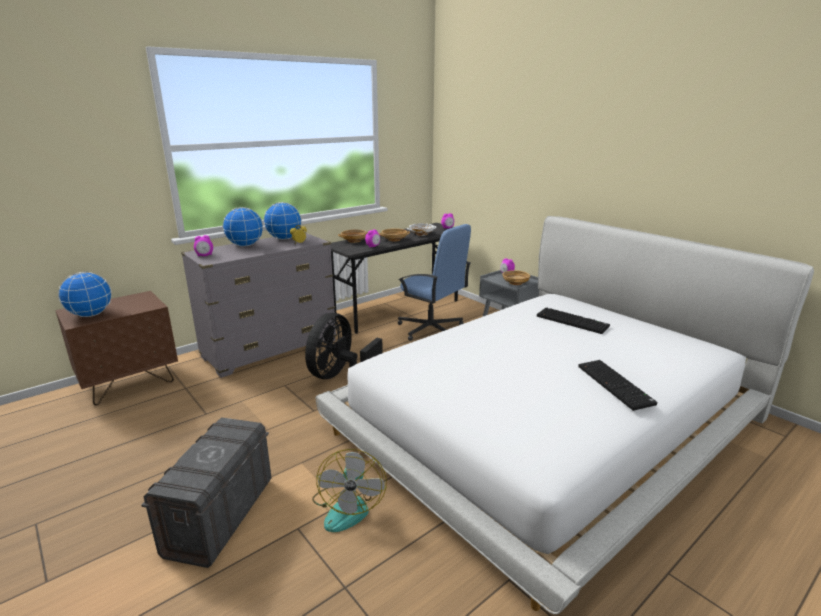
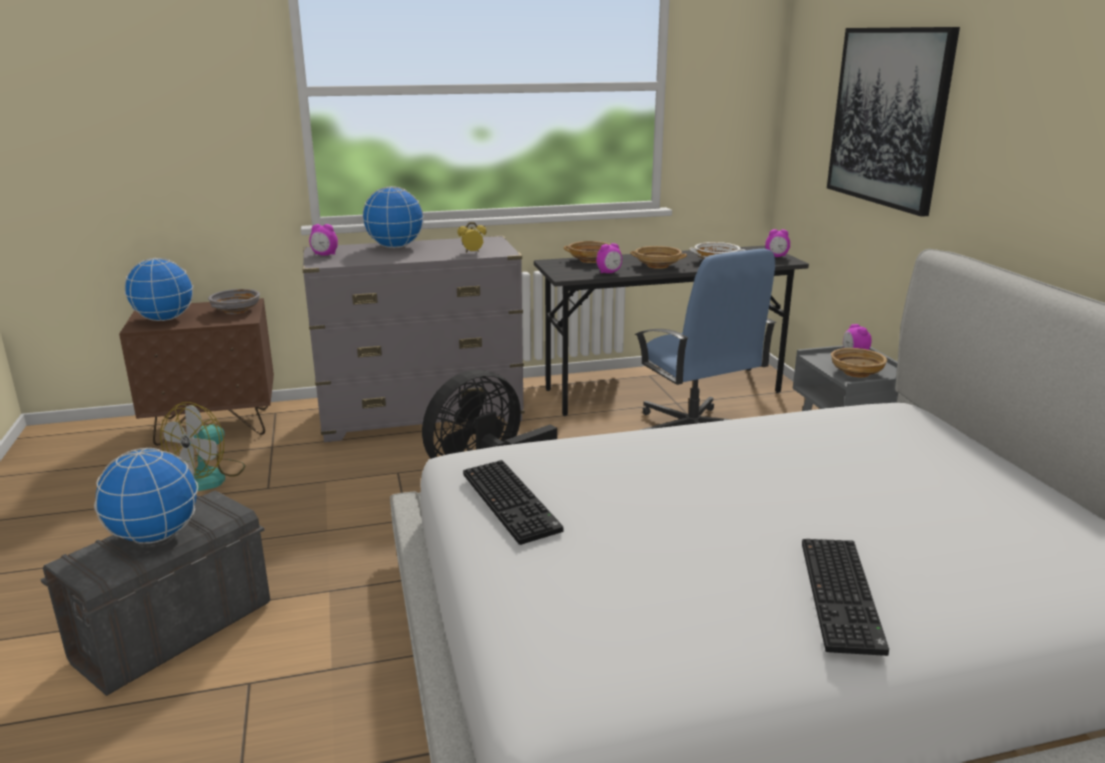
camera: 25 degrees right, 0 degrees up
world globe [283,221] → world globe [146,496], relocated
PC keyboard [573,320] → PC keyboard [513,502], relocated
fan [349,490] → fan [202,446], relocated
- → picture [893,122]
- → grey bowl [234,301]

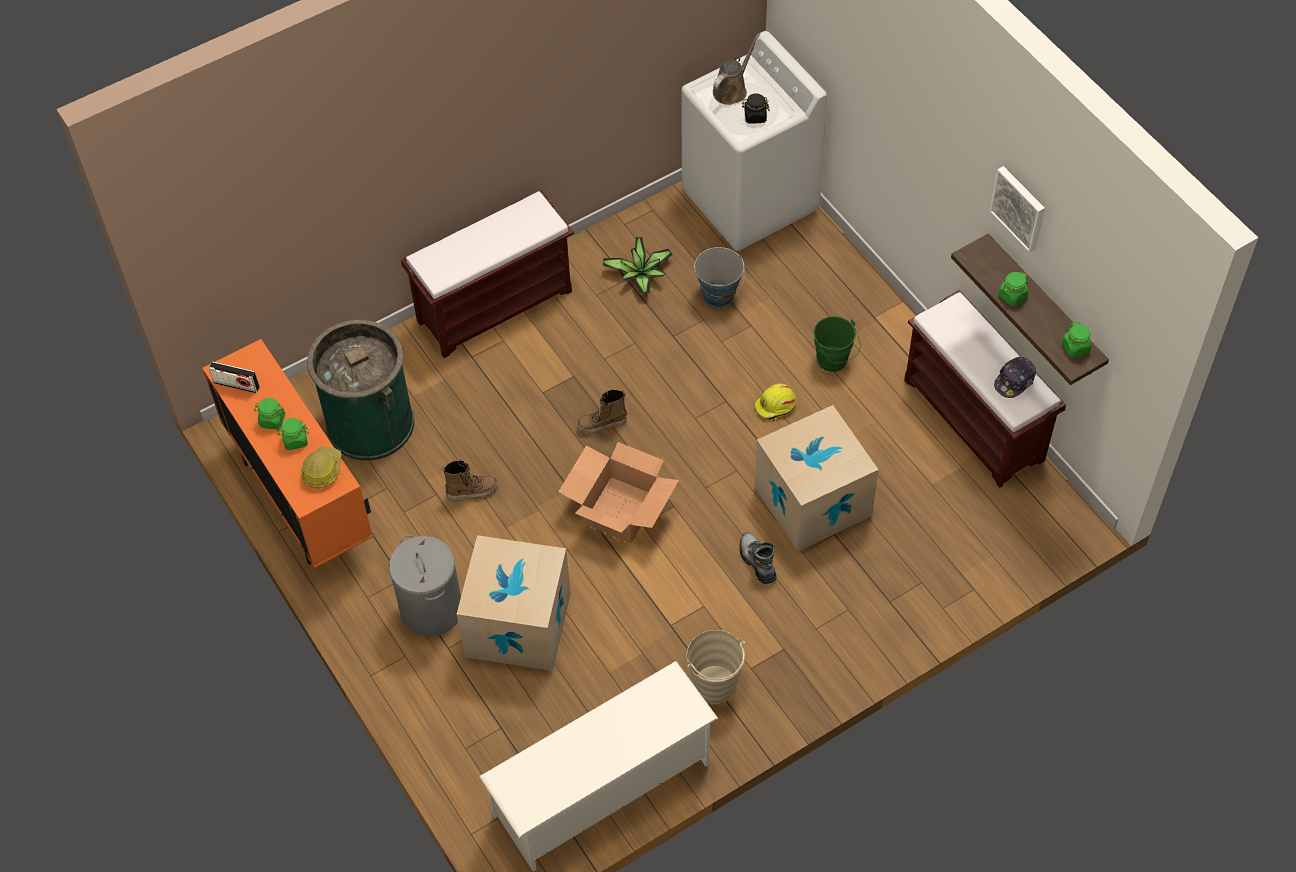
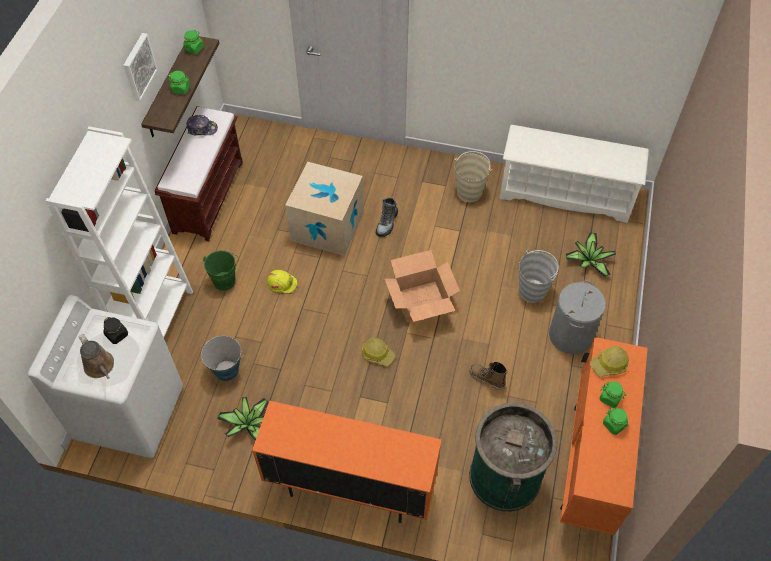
camera: 135 degrees left, 0 degrees up
brown watering pot [736,69] → brown watering pot [96,356], 120 degrees counterclockwise
brown indoor bench [487,274] → orange-coloured cupboard [347,462]
radio set [234,377] → -
tall boot [602,412] → work helmet [378,352]
cardboard box [514,603] → grey pail [539,276]
- → white-coloured bookshelf [119,231]
- → potted plant [591,255]

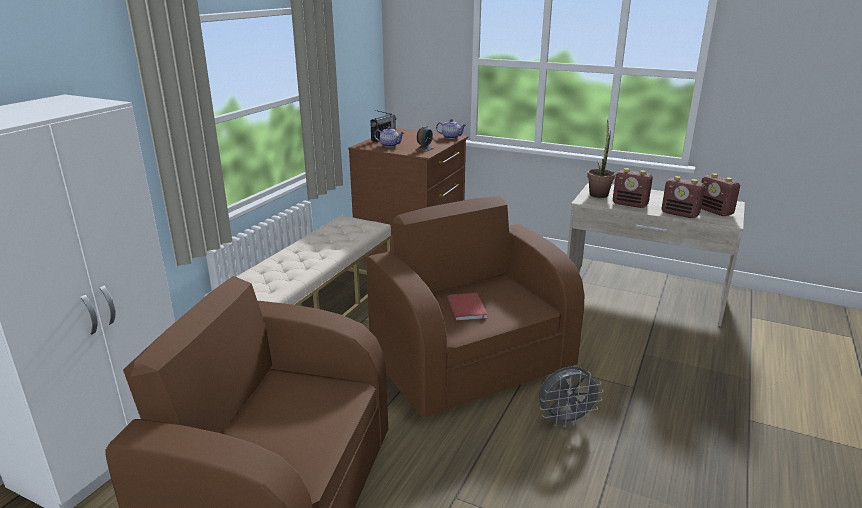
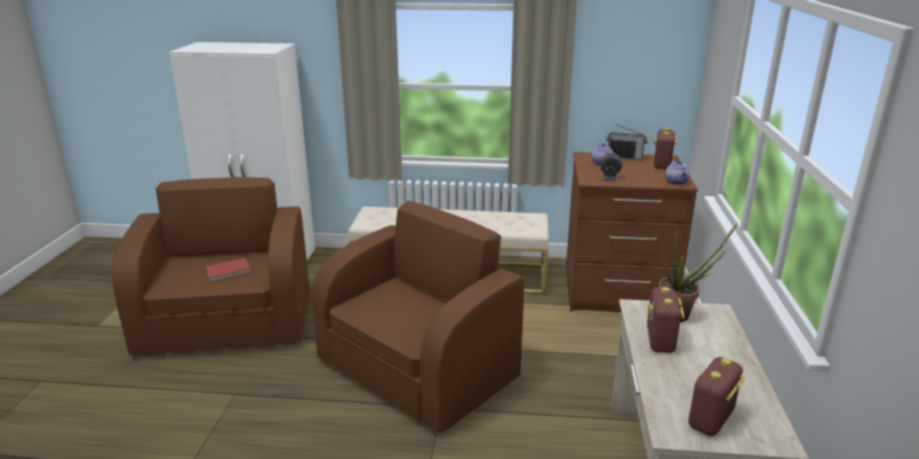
camera: 70 degrees right, 0 degrees up
radio set [683,197] → radio set [665,148], relocated
red-coloured bound book [467,307] → red-coloured bound book [228,270], relocated
grey fan [571,396] → -

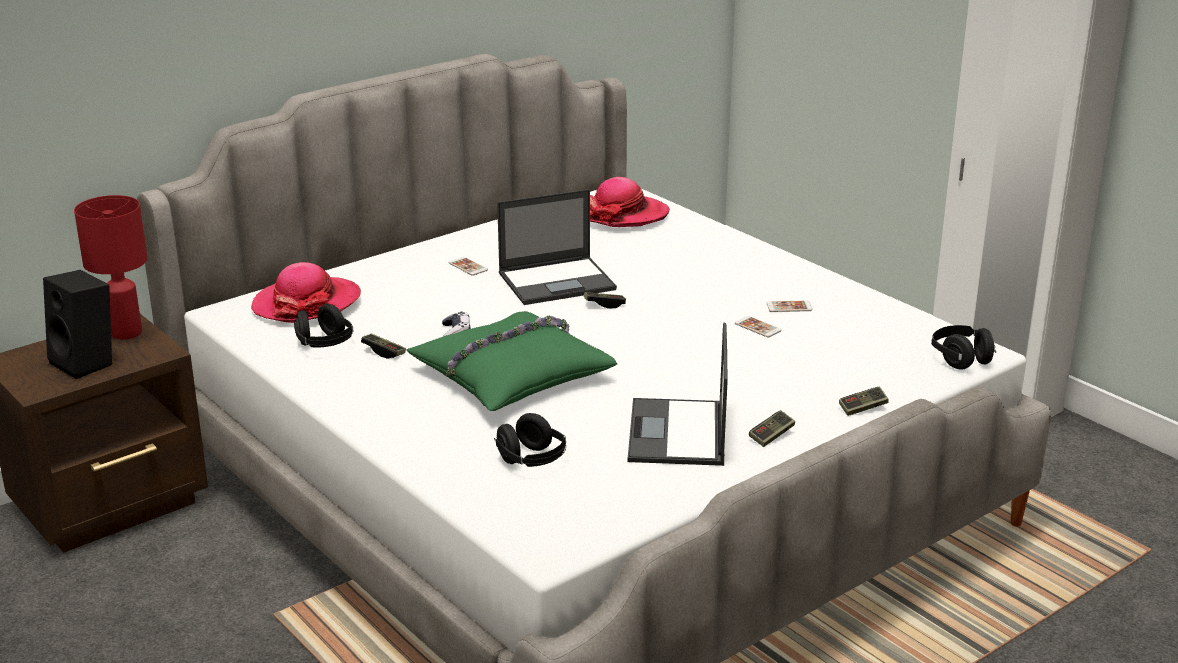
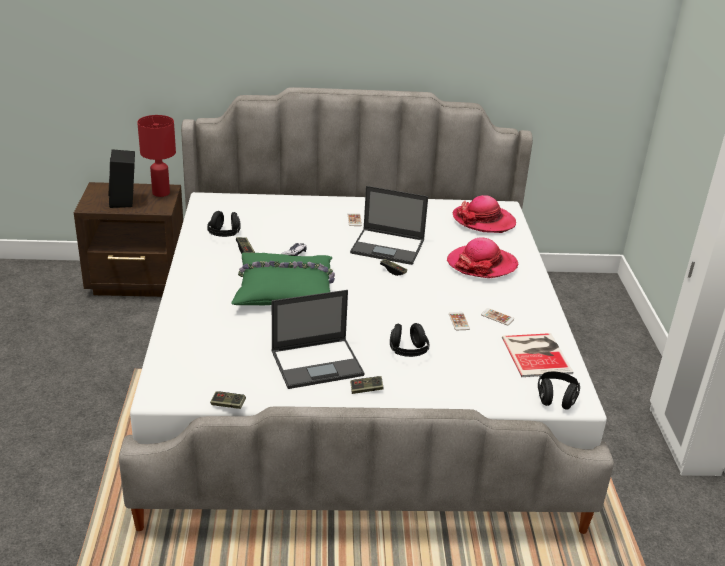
camera: 35 degrees right, 5 degrees up
hat [306,292] → hat [482,257], relocated
laptop [678,394] → laptop [318,339], 150 degrees counterclockwise
joypad [864,401] → joypad [228,400], relocated
black-coloured headset [530,440] → black-coloured headset [409,340], relocated
- → bound book [537,355]

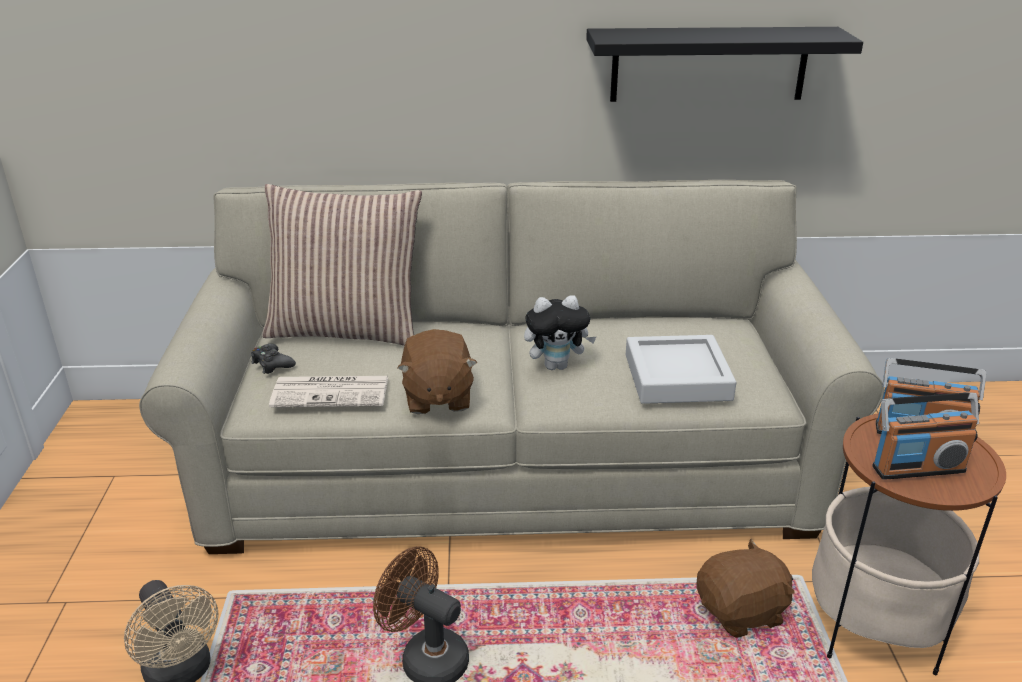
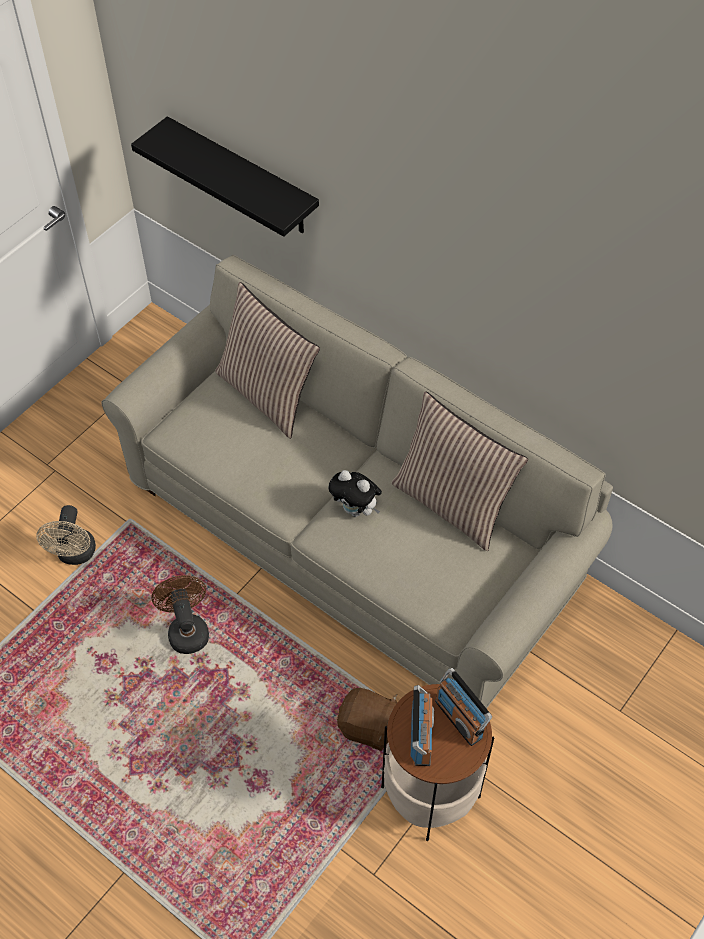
camera: 40 degrees right, 25 degrees up
black-coloured bracket shelf [724,64] → black-coloured bracket shelf [225,176], relocated
brown plush toy [437,371] → -
grey carrying tray [681,369] → -
black-coloured joypad [273,359] → -
daily paper [328,391] → -
radio set [925,436] → radio set [422,725], 120 degrees counterclockwise
- → cushion [460,471]

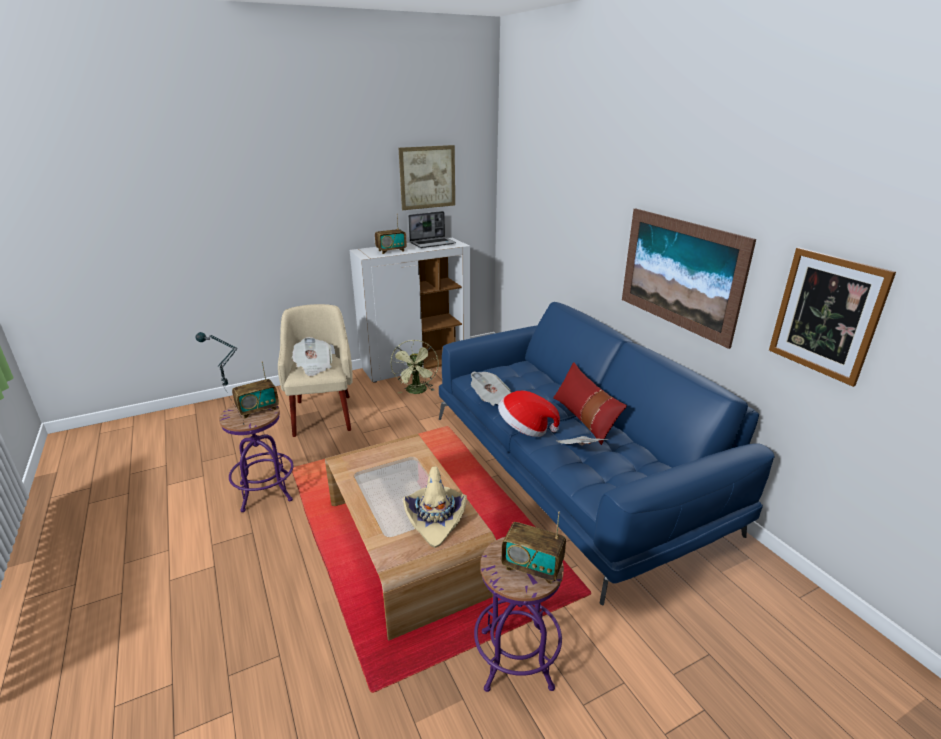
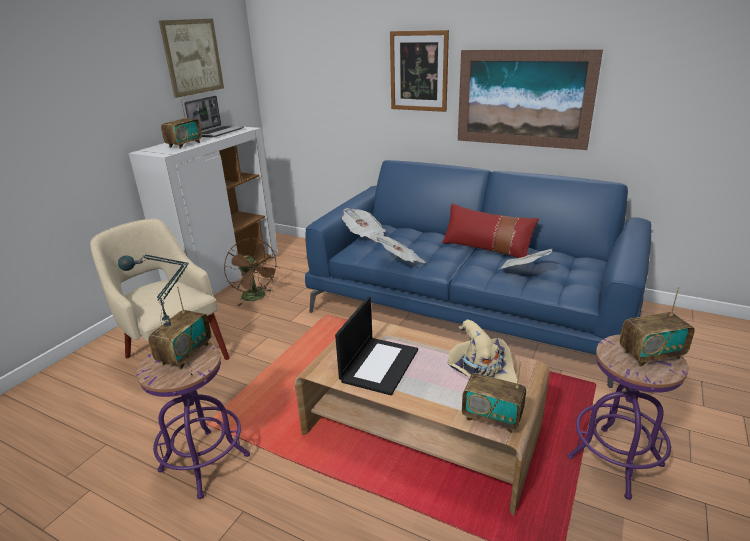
camera: 35 degrees left, 0 degrees up
picture [832,317] → picture [419,71], relocated
daily paper [312,356] → daily paper [364,225], relocated
green-coloured fan [415,367] → brown fan [252,272]
hat [529,414] → -
- → laptop [376,346]
- → radio set [494,396]

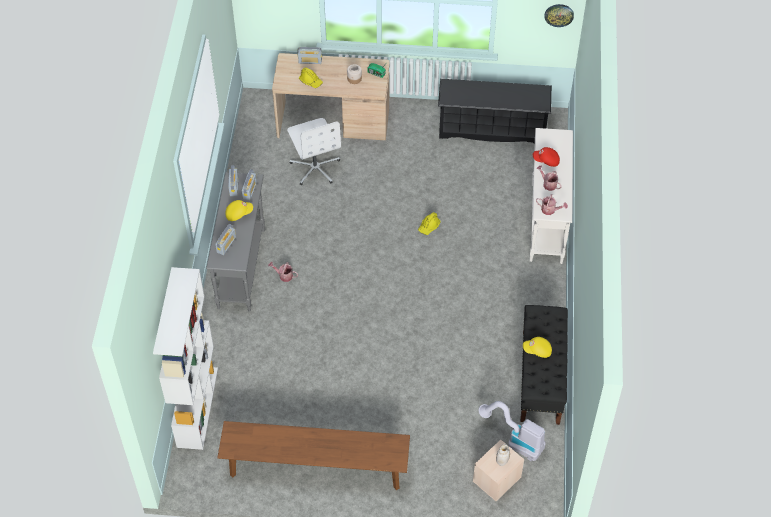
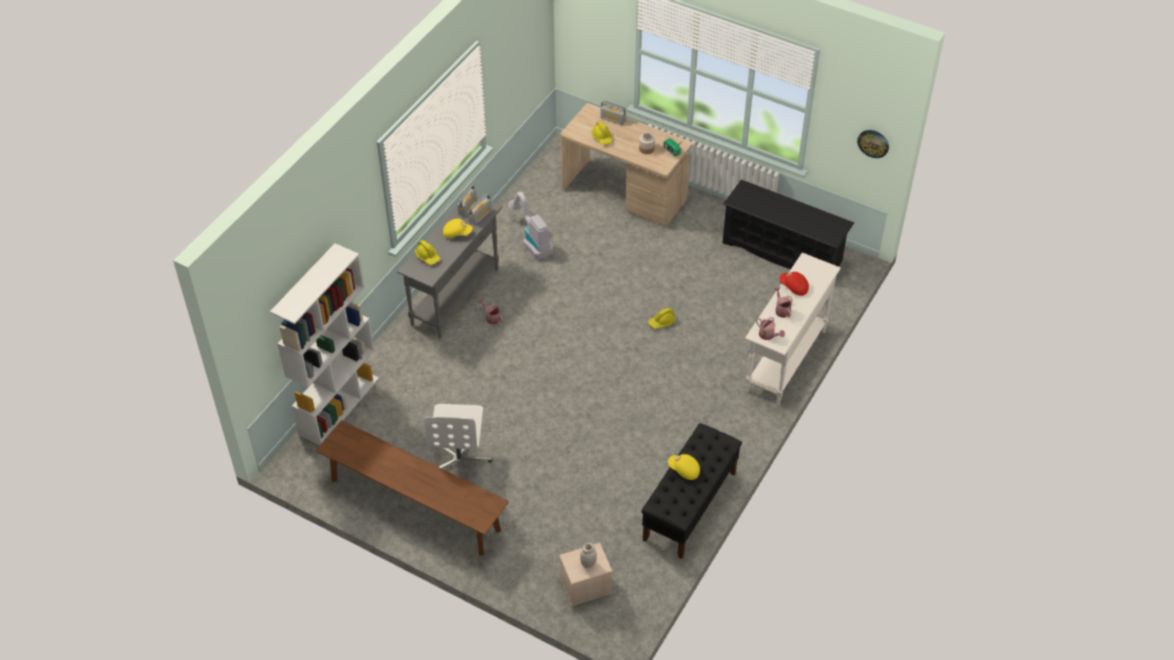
camera: 25 degrees right, 5 degrees down
white-coloured desk chair [314,151] → white-coloured desk chair [458,442], relocated
radio set [225,239] → yellowish work helmet [428,252]
vacuum cleaner [512,431] → vacuum cleaner [530,226], relocated

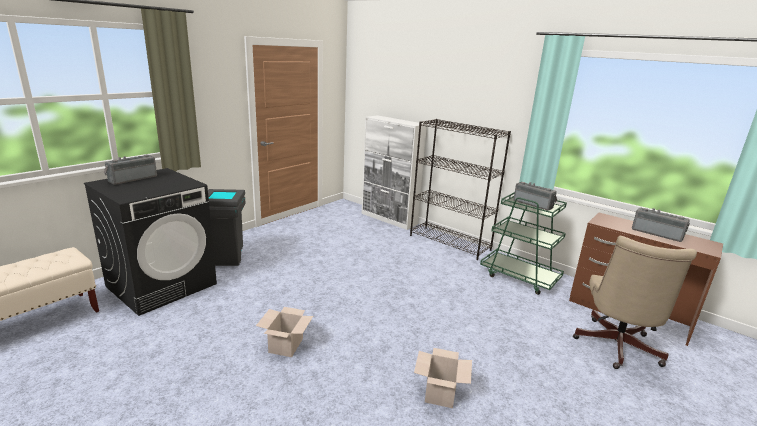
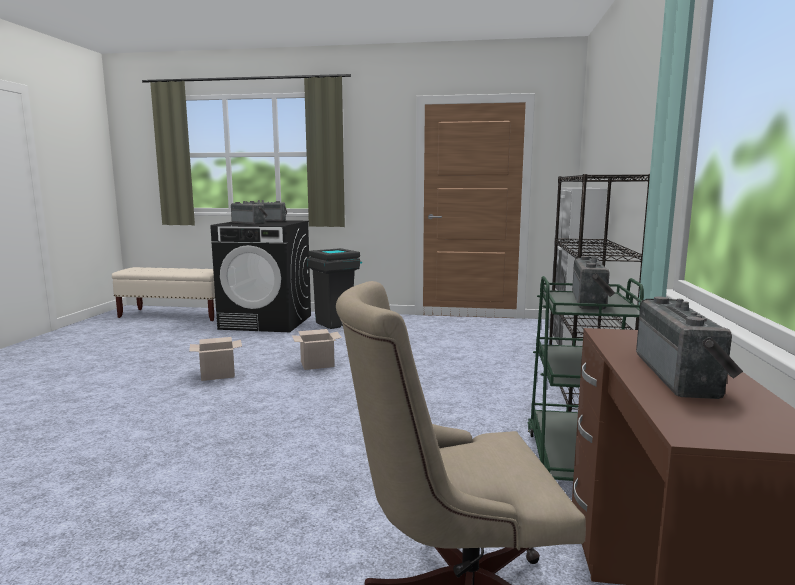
camera: 60 degrees right, 10 degrees down
cardboard box [443,378] → cardboard box [317,349], relocated
- → radio set [249,213]

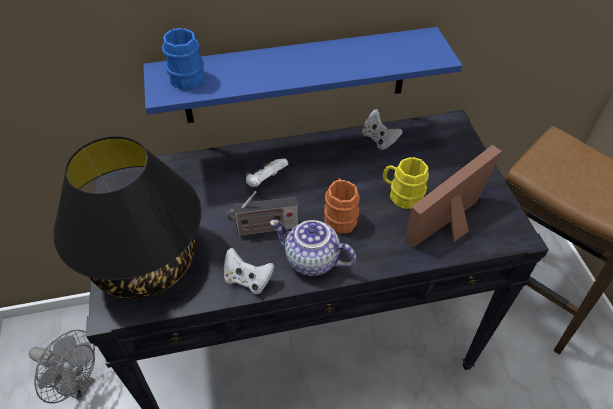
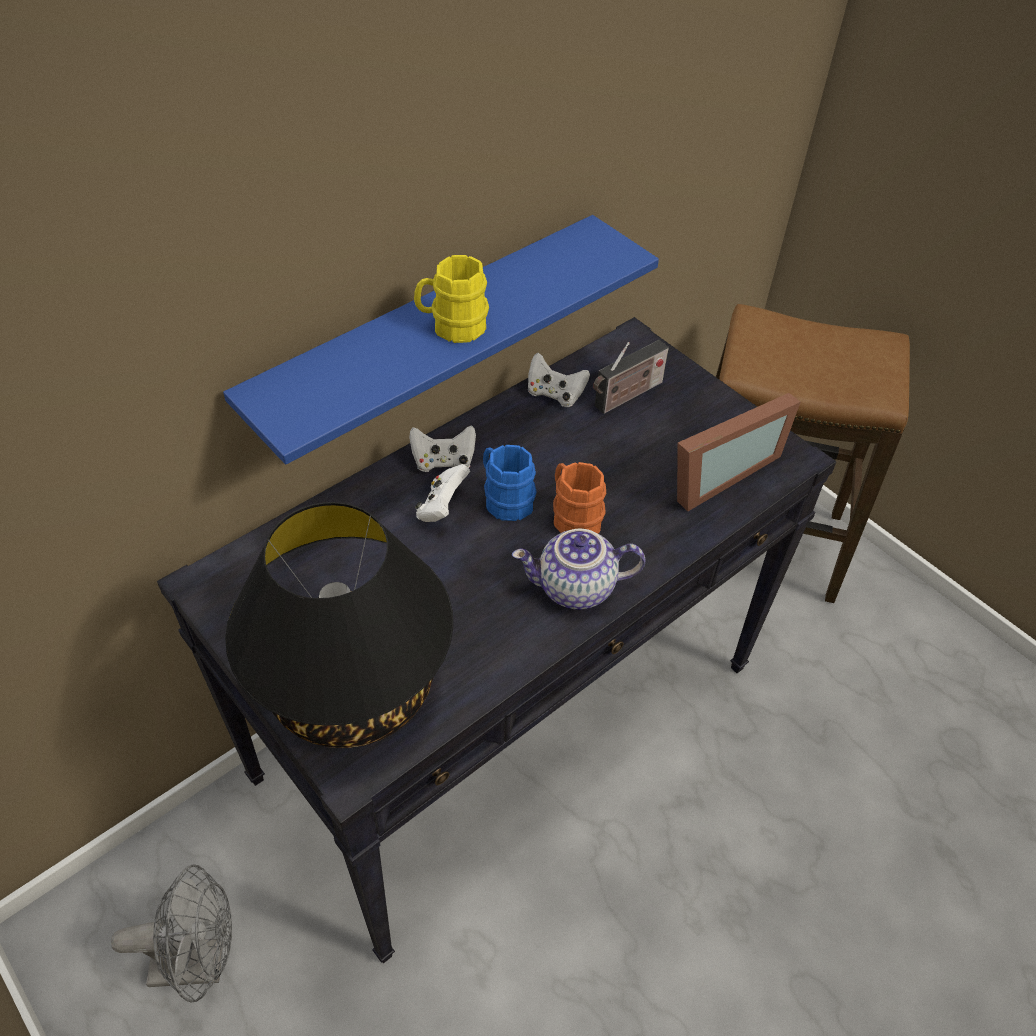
camera: 30 degrees left, 0 degrees up
bluish coffee mug [183,59] → bluish coffee mug [510,483], relocated
photo frame [453,196] → photo frame [738,452], 150 degrees counterclockwise
yellowish coffee mug [406,183] → yellowish coffee mug [451,299], relocated
radio set [263,213] → radio set [631,377], relocated
white-coloured joypad [249,271] → white-coloured joypad [442,448], relocated

